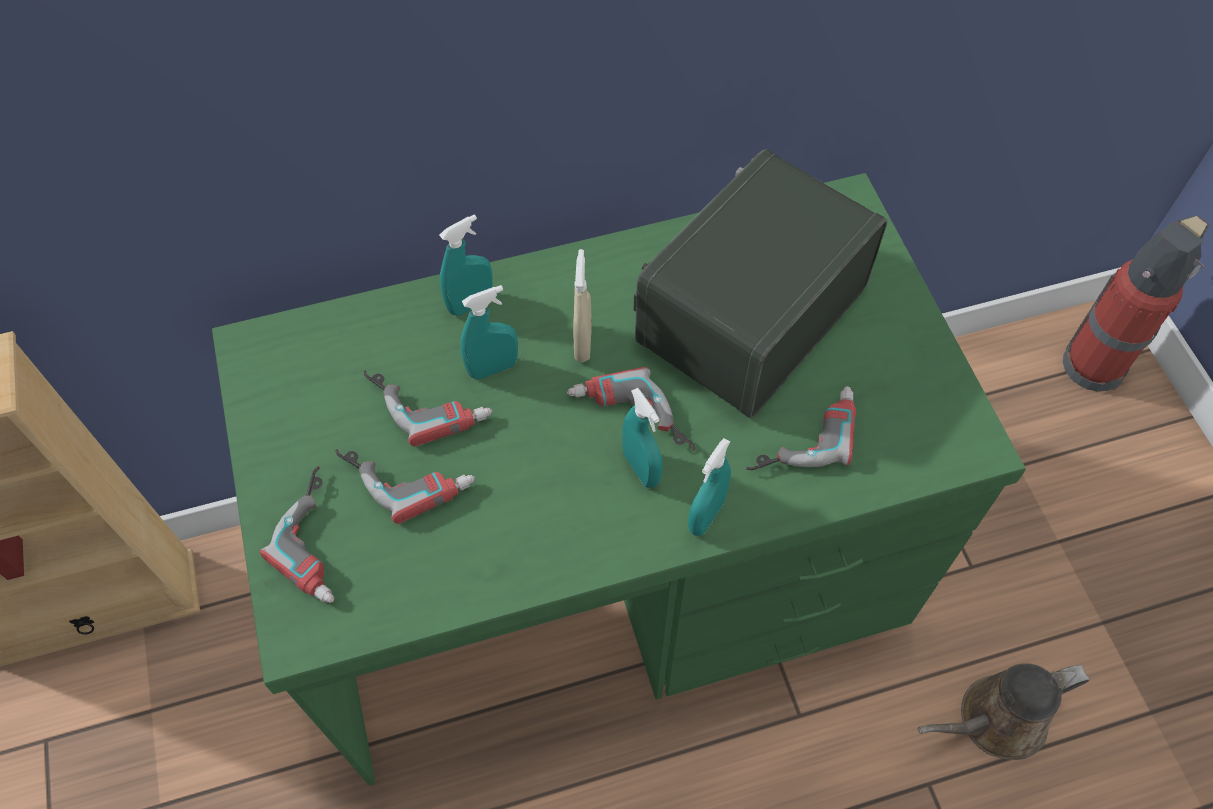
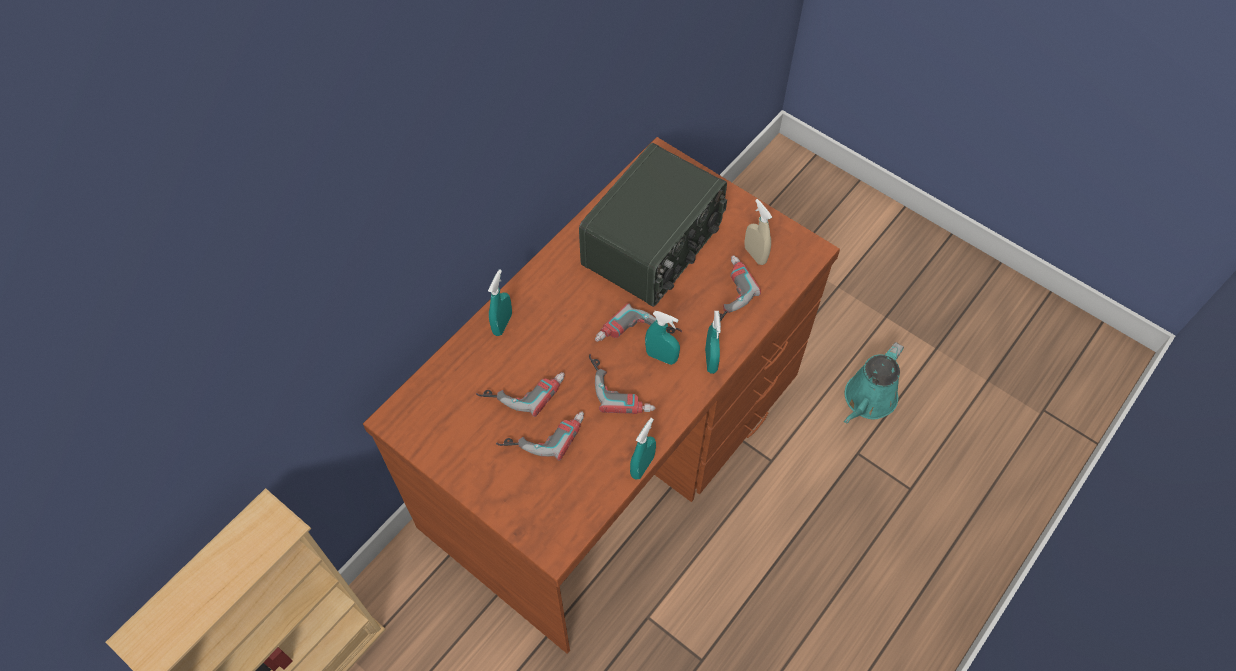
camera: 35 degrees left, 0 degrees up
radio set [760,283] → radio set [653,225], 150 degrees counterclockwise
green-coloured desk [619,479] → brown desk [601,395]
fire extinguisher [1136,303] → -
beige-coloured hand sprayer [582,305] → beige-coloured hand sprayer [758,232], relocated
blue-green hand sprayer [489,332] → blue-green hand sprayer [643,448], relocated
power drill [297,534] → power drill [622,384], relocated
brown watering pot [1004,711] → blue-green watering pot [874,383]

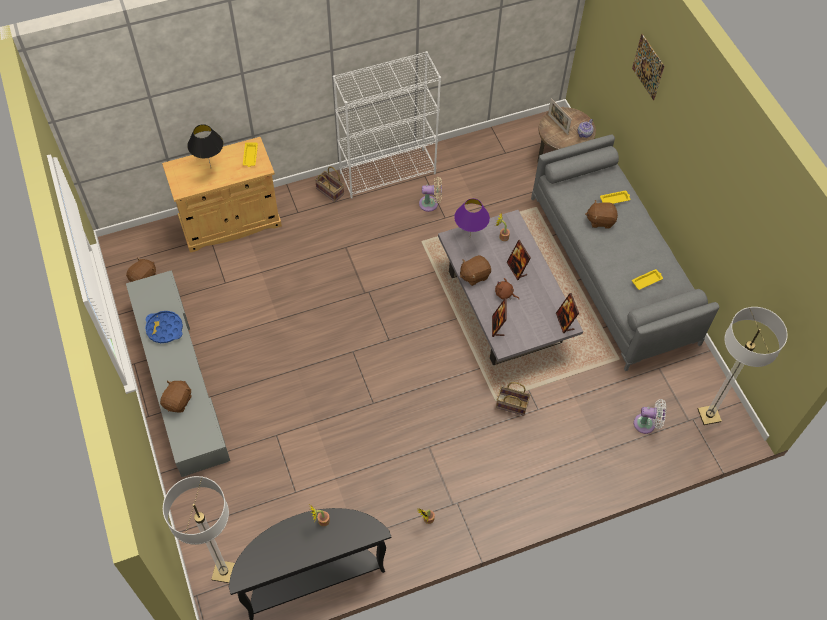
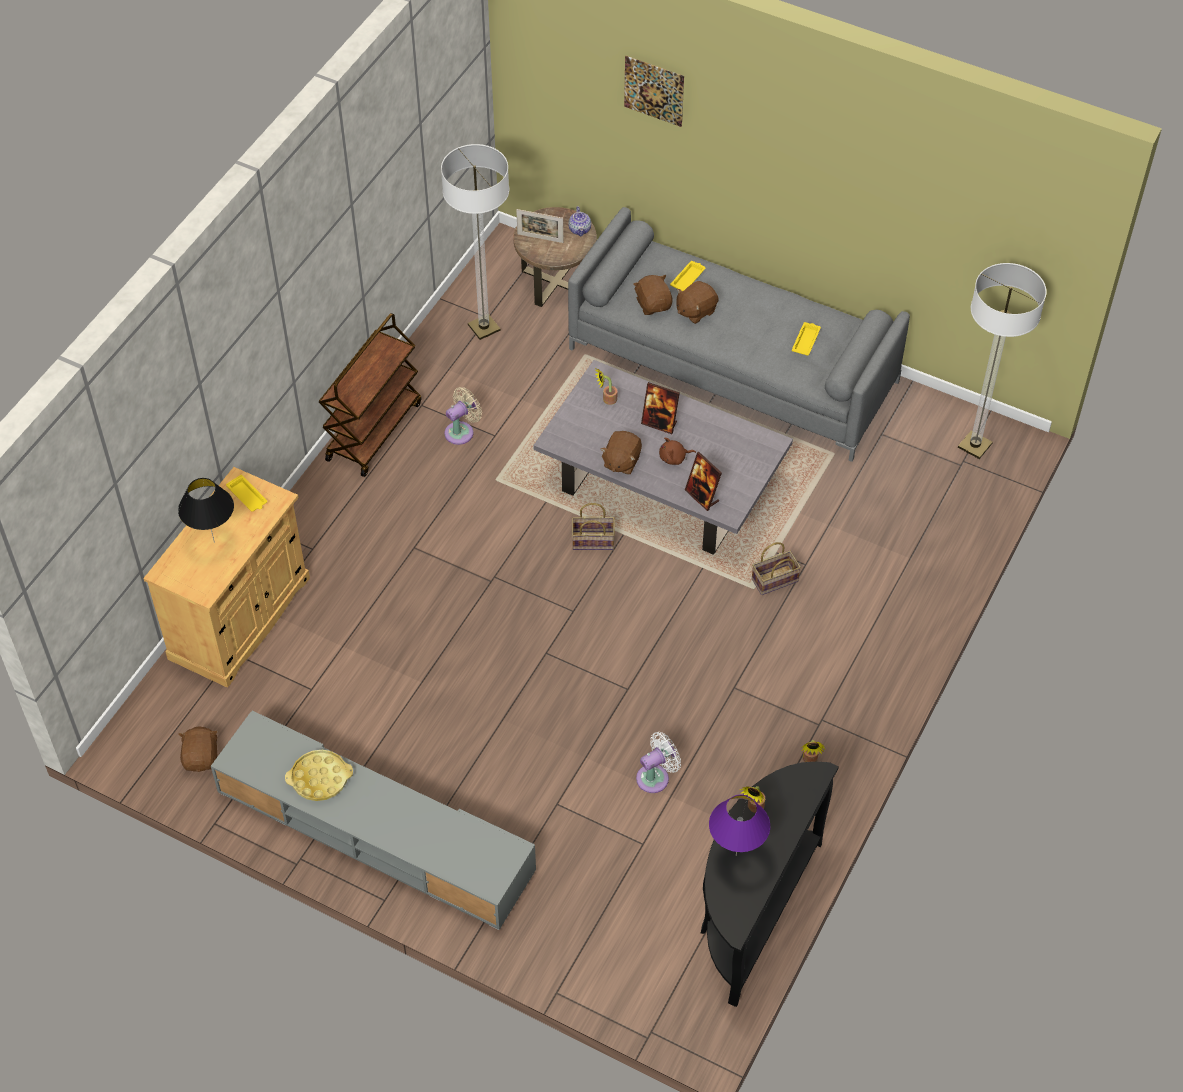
camera: 40 degrees left, 5 degrees down
white-coloured bookshelf [387,124] → brown wheeled cart [370,395]
basket [329,184] → basket [593,526], relocated
purplish tabletop lamp [472,216] → purplish tabletop lamp [739,825], relocated
photo frame [567,313] → -
bluish carrying tray [164,327] → yellowish carrying tray [319,775]
brown plush toy [176,396] → brown plush toy [652,295], relocated
white-coloured fan [650,416] → white-coloured fan [658,762], relocated
standard lamp [199,529] → standard lamp [475,242], relocated

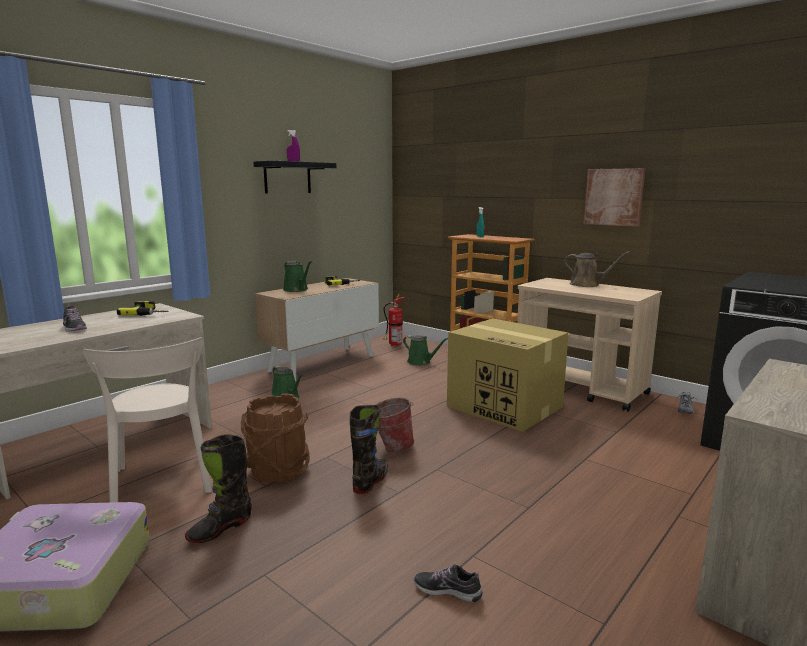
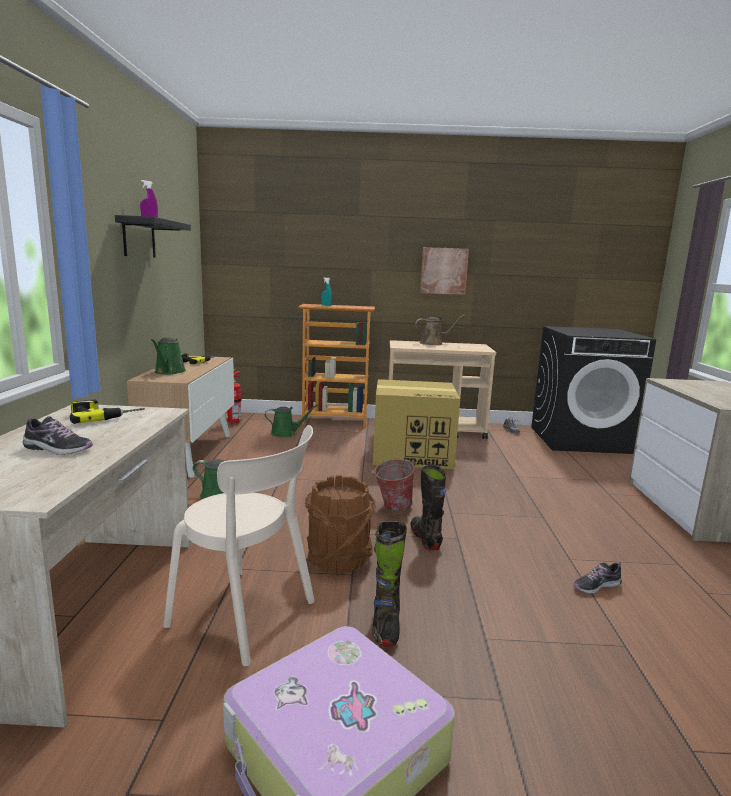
camera: 40 degrees left, 0 degrees up
green-coloured watering pot [297,276] → green-coloured watering pot [168,356], 75 degrees clockwise

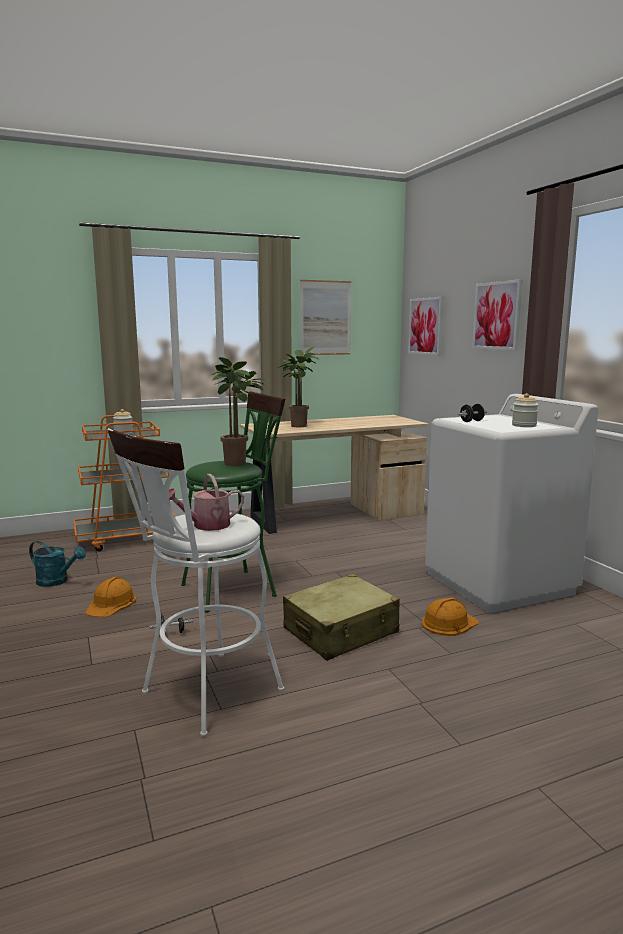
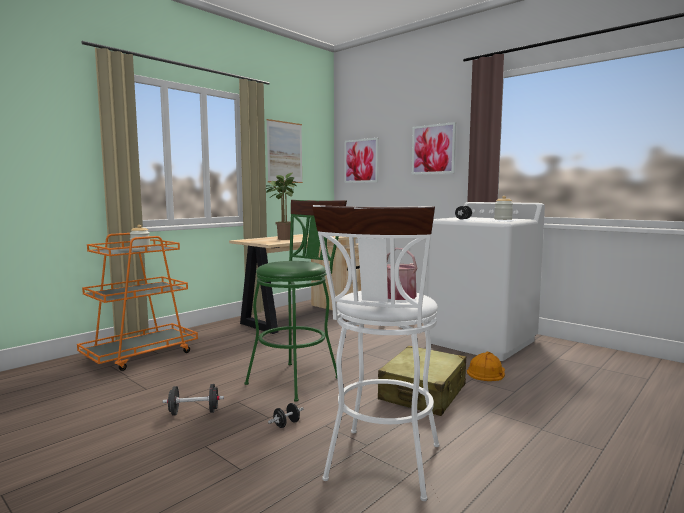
camera: 25 degrees left, 5 degrees down
potted plant [237,411] → -
blue-green watering pot [57,564] → -
orange-coloured work helmet [110,597] → black-coloured hand weight [193,399]

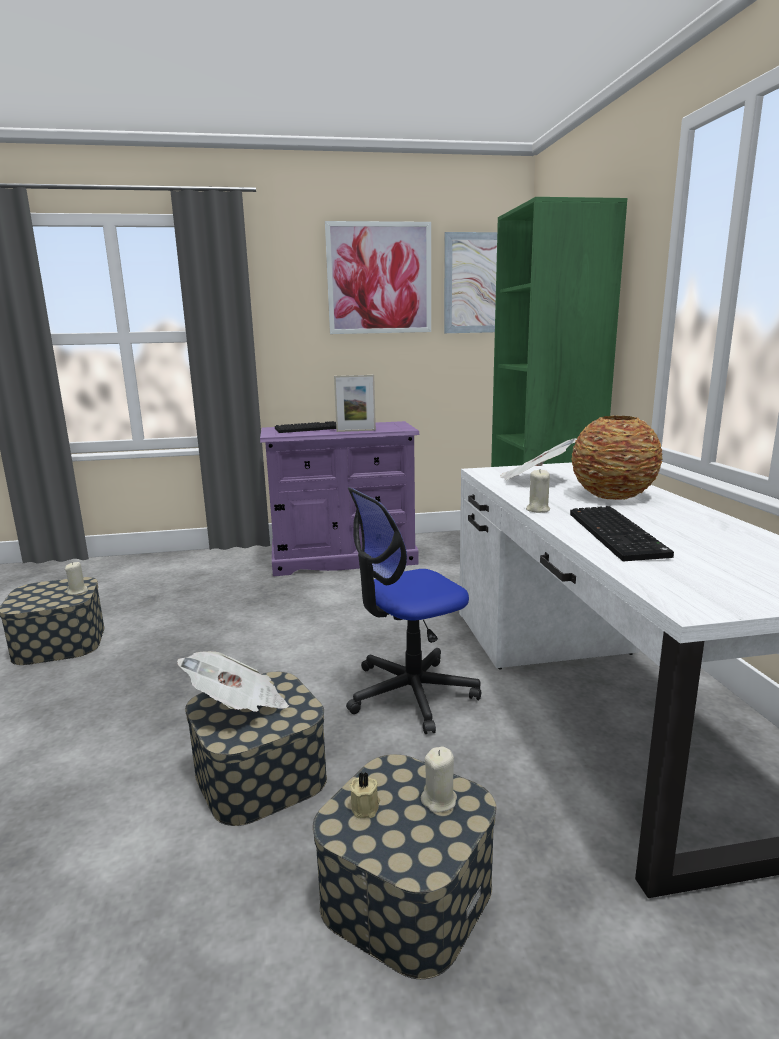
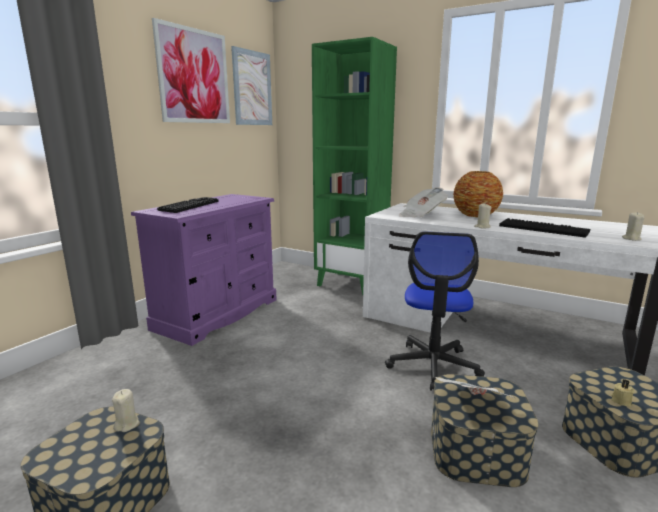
camera: 50 degrees left, 0 degrees up
photo frame [355,403] → -
beige-coloured wax candle [439,779] → beige-coloured wax candle [633,226], relocated

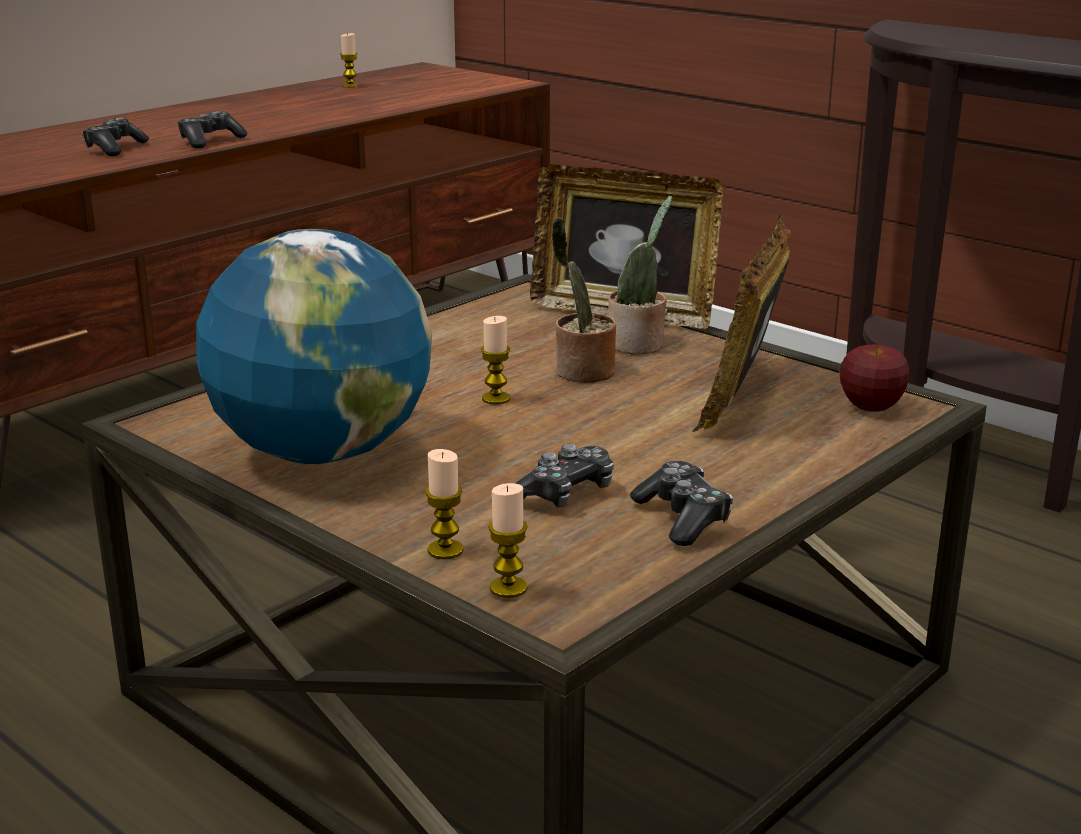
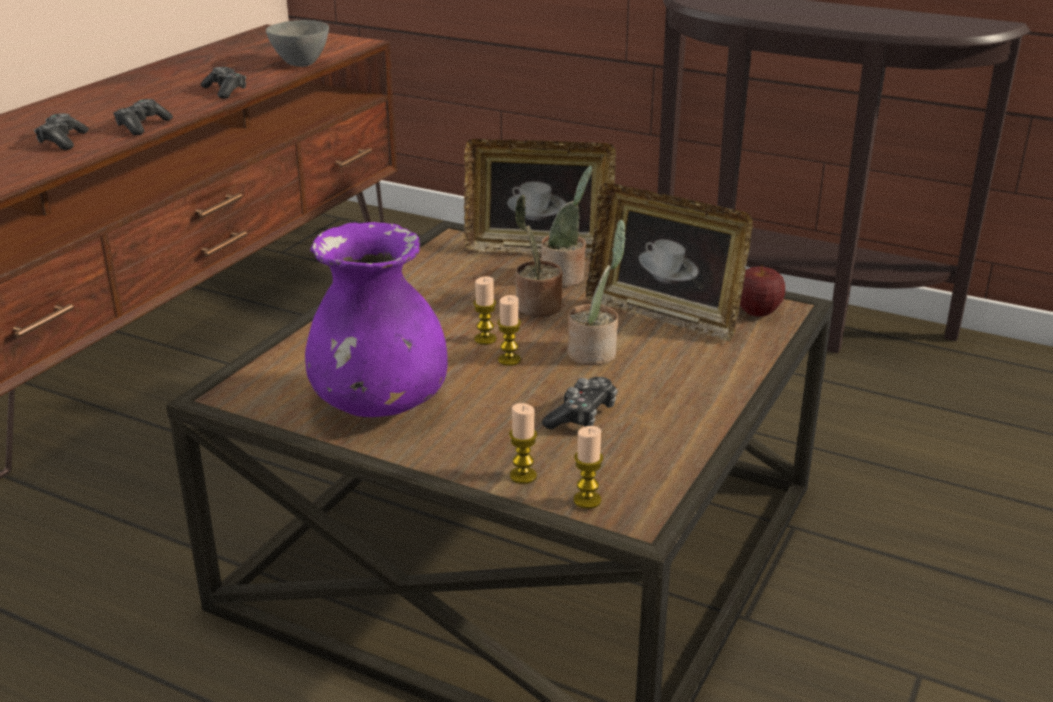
camera: 15 degrees left, 5 degrees up
wax candle [349,60] → wax candle [509,330], relocated
photo frame [741,323] → photo frame [669,262], 60 degrees counterclockwise
world globe [314,346] → purplish decorative vase [376,319]
joypad [681,503] → joypad [223,83], relocated
- → grey bowl [297,43]
- → potted plant [596,292]

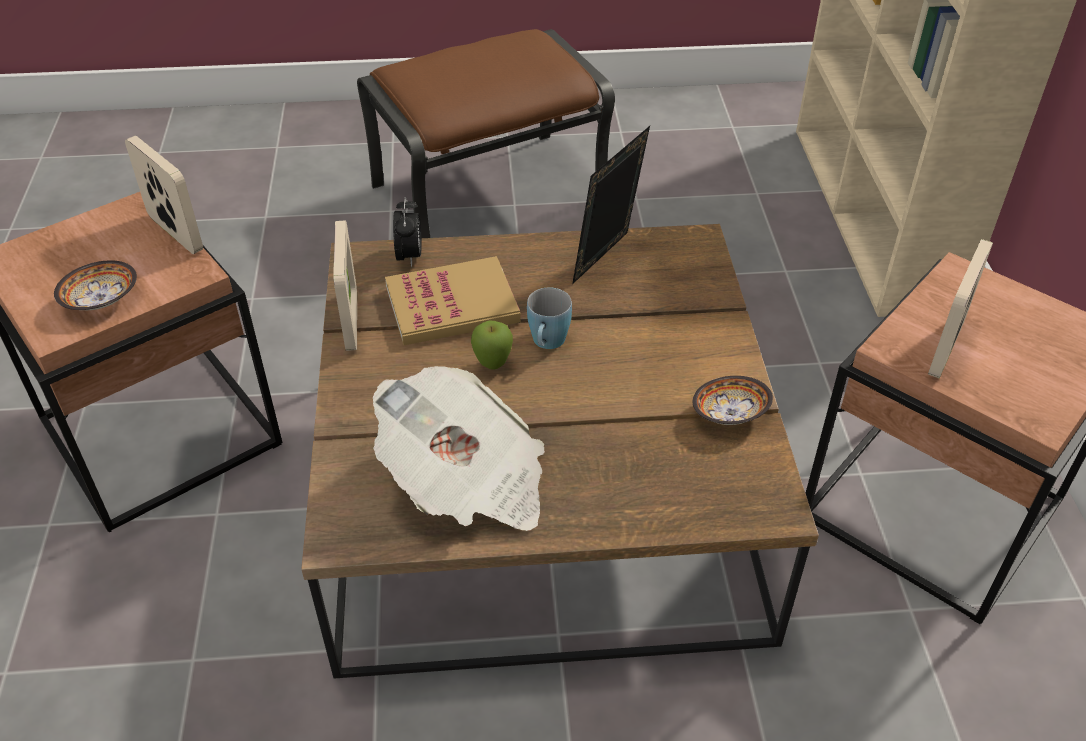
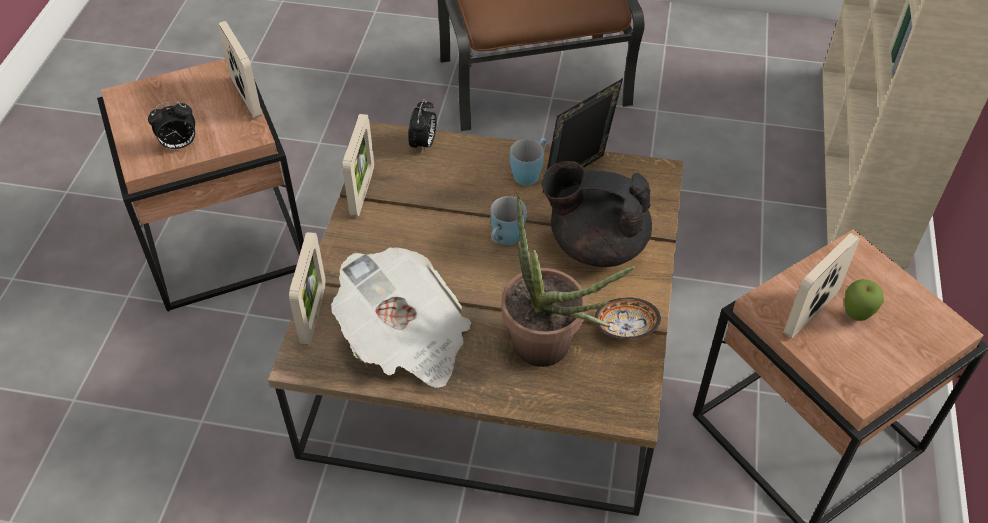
camera: 15 degrees right, 5 degrees up
bound book [453,301] → -
bowl [95,285] → alarm clock [171,125]
apple [492,345] → apple [864,300], relocated
- → bluish coffee mug [528,162]
- → black-coloured tea pot [597,214]
- → potted plant [568,279]
- → photo frame [307,288]

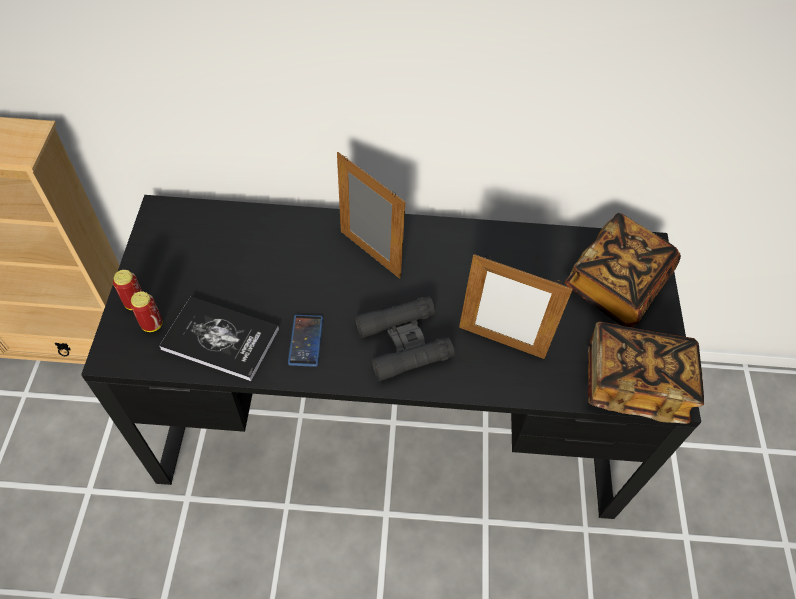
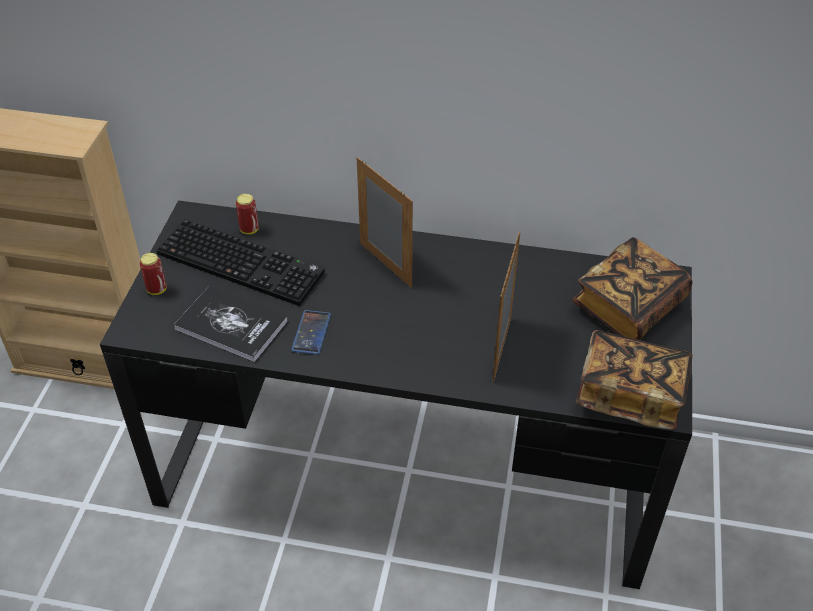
camera: 10 degrees right, 10 degrees down
photo frame [516,306] → photo frame [506,307], 75 degrees clockwise
sealed can [146,311] → sealed can [247,214], relocated
black-coloured field glasses [405,338] → -
- → PC keyboard [240,262]

